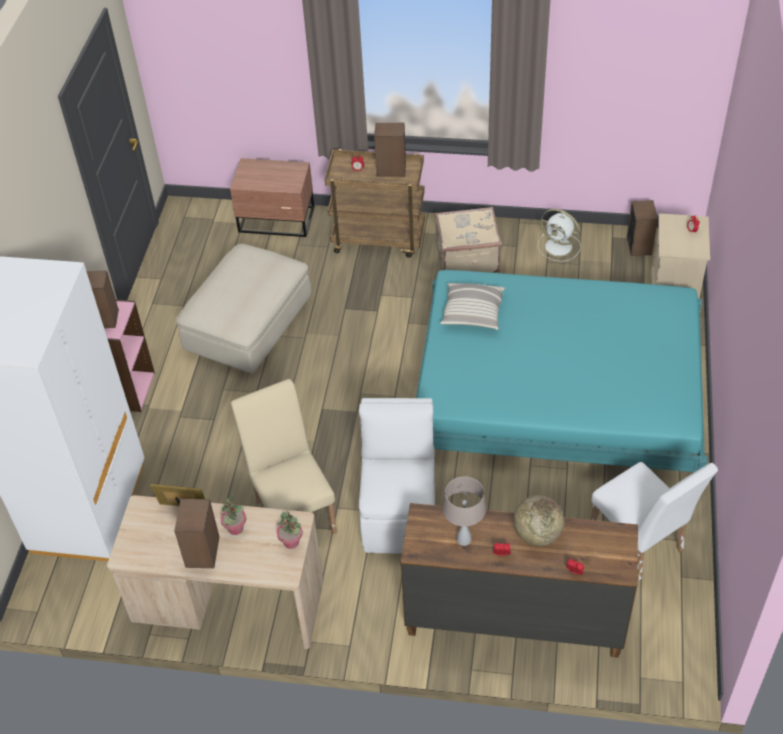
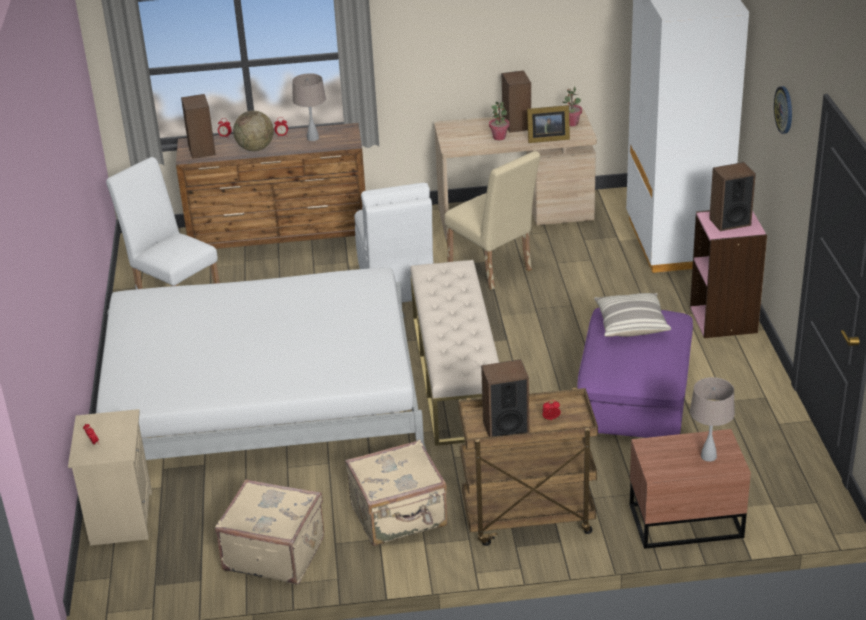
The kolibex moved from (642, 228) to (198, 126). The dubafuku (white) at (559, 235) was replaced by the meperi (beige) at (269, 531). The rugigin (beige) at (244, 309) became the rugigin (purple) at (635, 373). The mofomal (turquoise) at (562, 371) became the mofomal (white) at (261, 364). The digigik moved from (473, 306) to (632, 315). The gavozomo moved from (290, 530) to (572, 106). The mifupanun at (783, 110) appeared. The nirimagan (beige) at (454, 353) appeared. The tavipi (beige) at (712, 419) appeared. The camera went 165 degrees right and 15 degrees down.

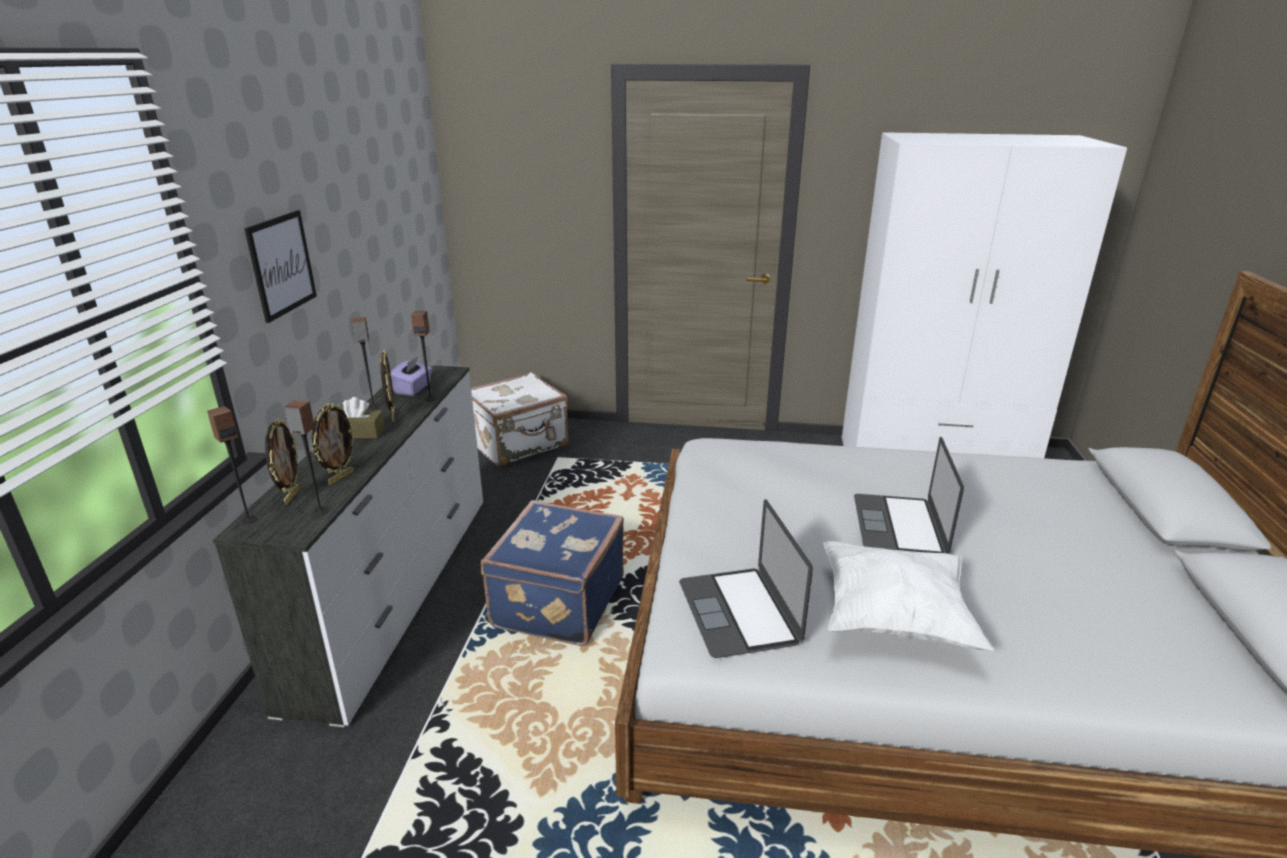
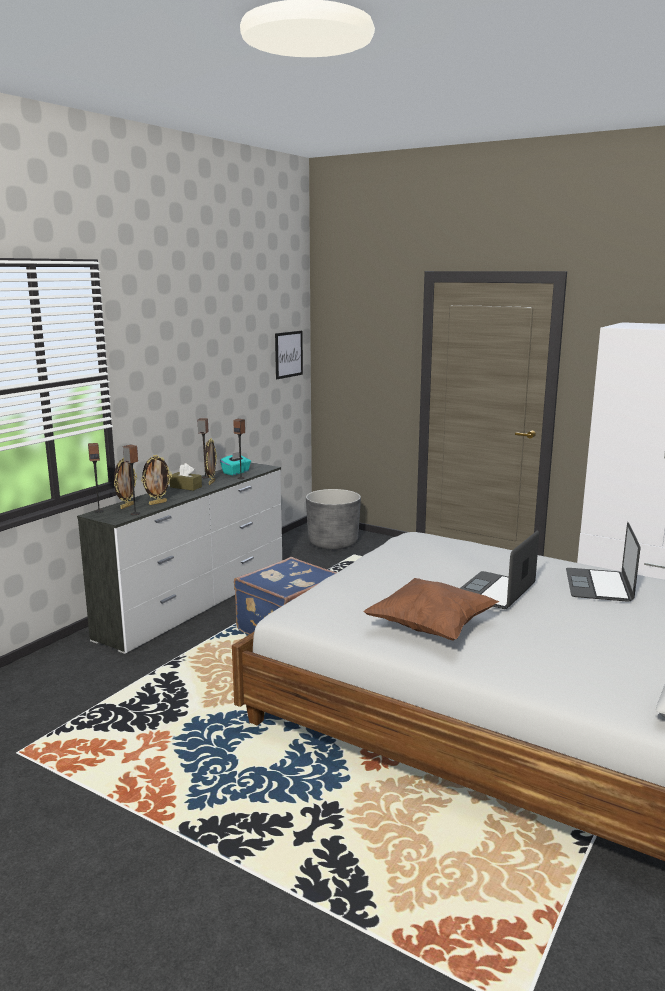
The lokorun moved from (280, 266) to (289, 355). The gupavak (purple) at (411, 376) became the gupavak (turquoise) at (235, 463). The meperi (white) at (520, 419) was replaced by the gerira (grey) at (333, 519). The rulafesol moved from (746, 578) to (603, 562). The digigik (white) at (908, 595) became the digigik (brown) at (431, 609). The camera went 25 degrees right and 10 degrees down.

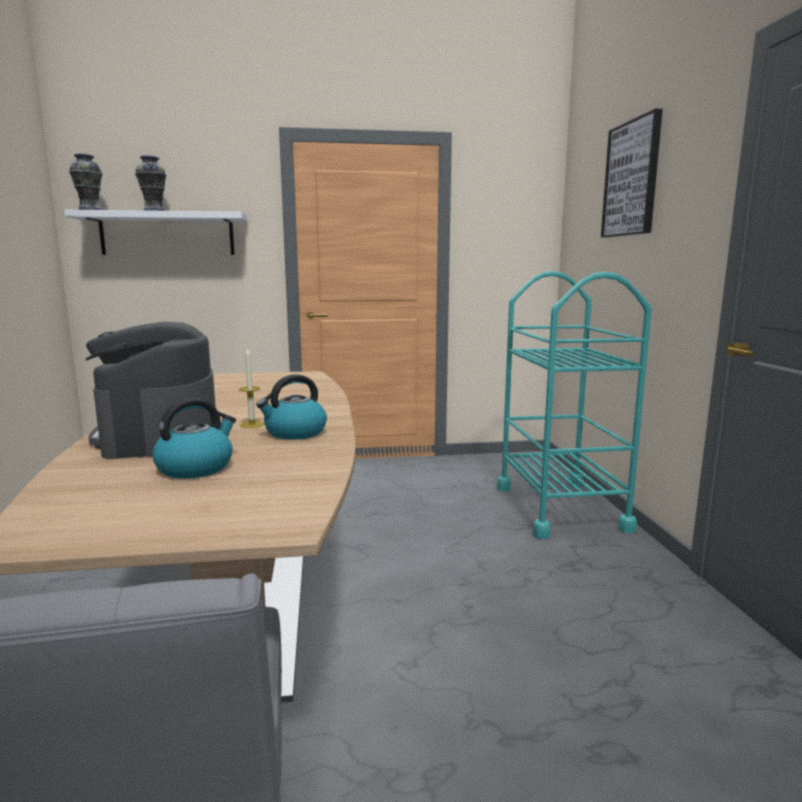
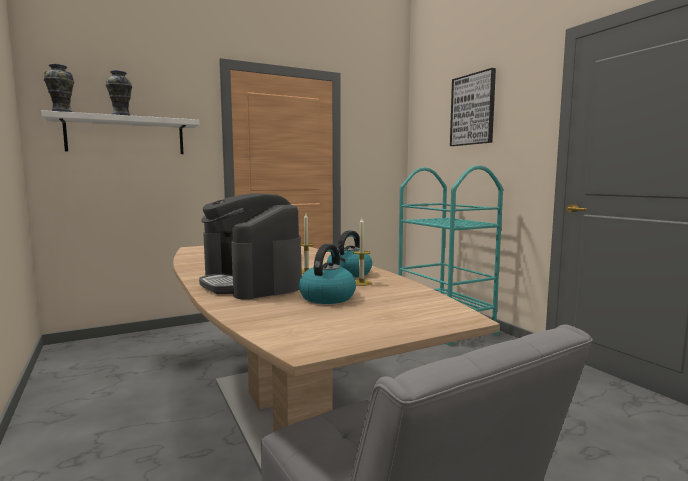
The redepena at (362, 252) appeared. The camera went 20 degrees left and 5 degrees down.

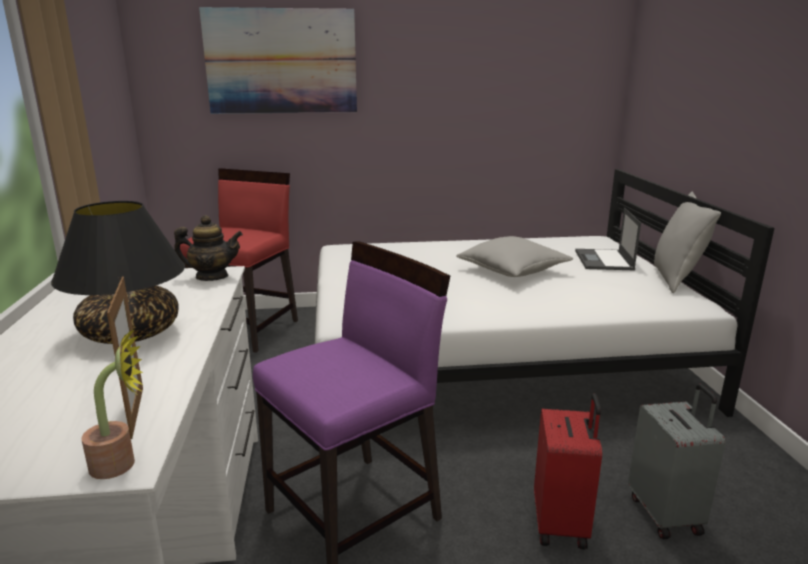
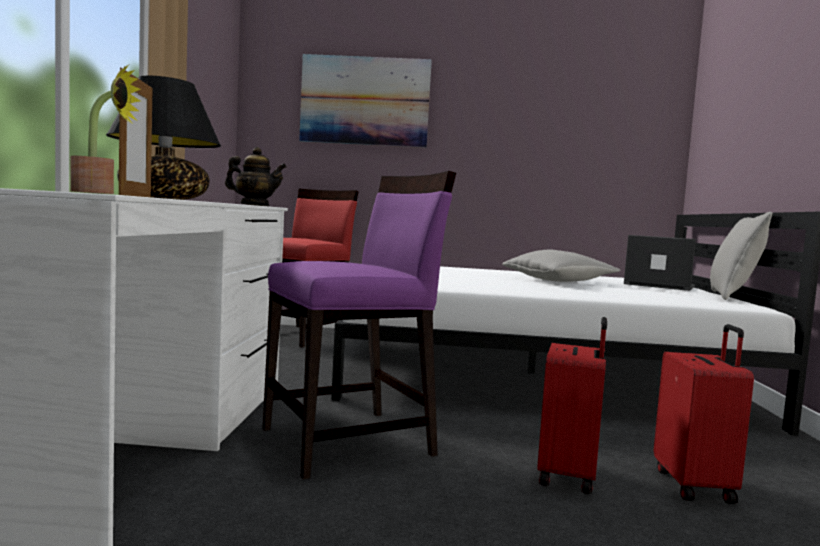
The rulafesol at (608, 239) turned 105 degrees clockwise. The meperi (grey) at (677, 461) became the meperi (red) at (704, 414). The camera went 10 degrees right and 15 degrees down.

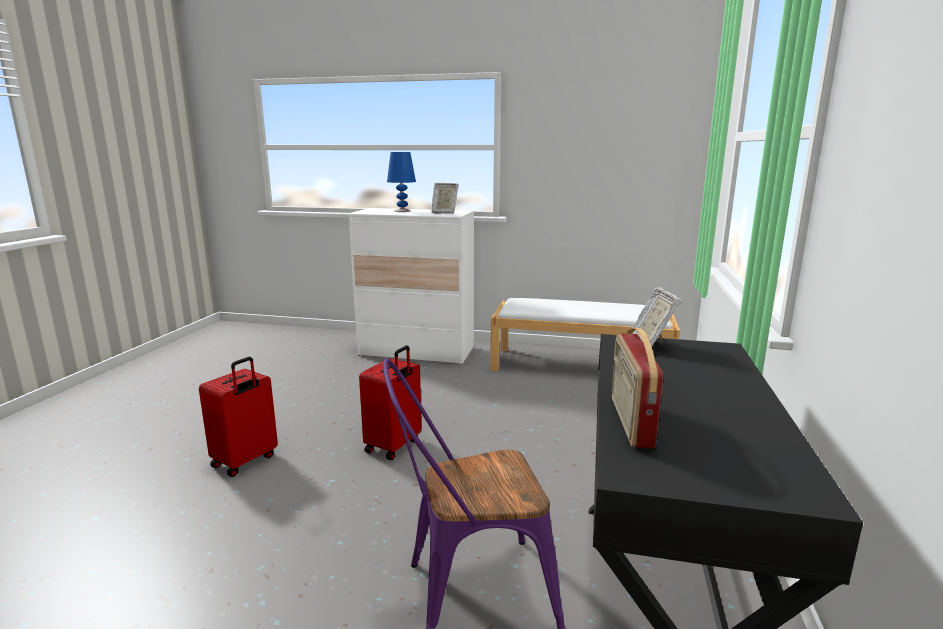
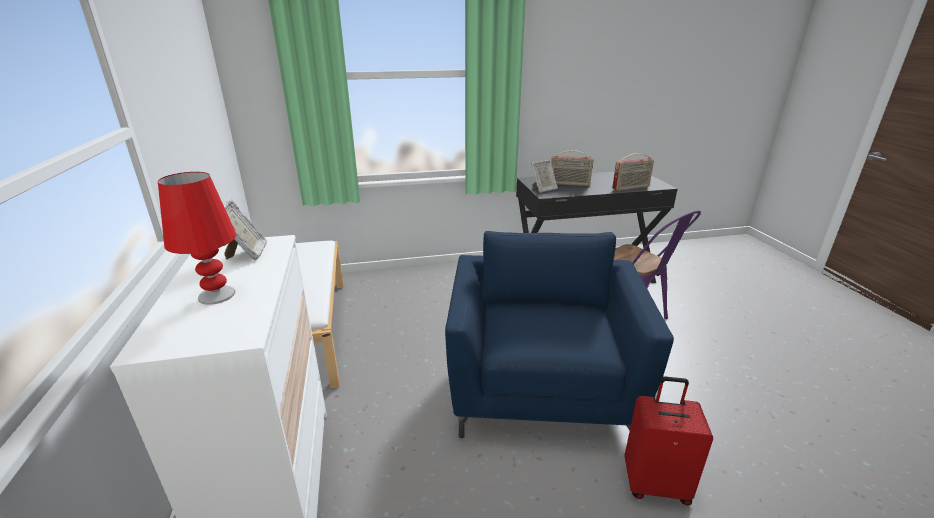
The tavipi (blue) at (401, 182) became the tavipi (red) at (197, 238). The meperi (red) at (390, 403) was replaced by the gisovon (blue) at (559, 334). The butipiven at (572, 168) appeared. The camera went 115 degrees left and 10 degrees up.

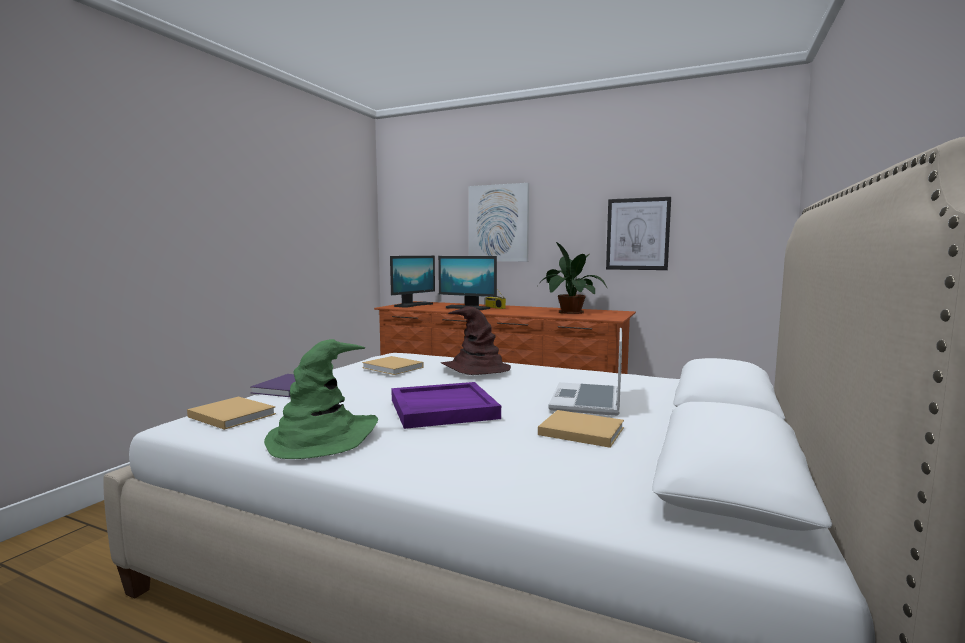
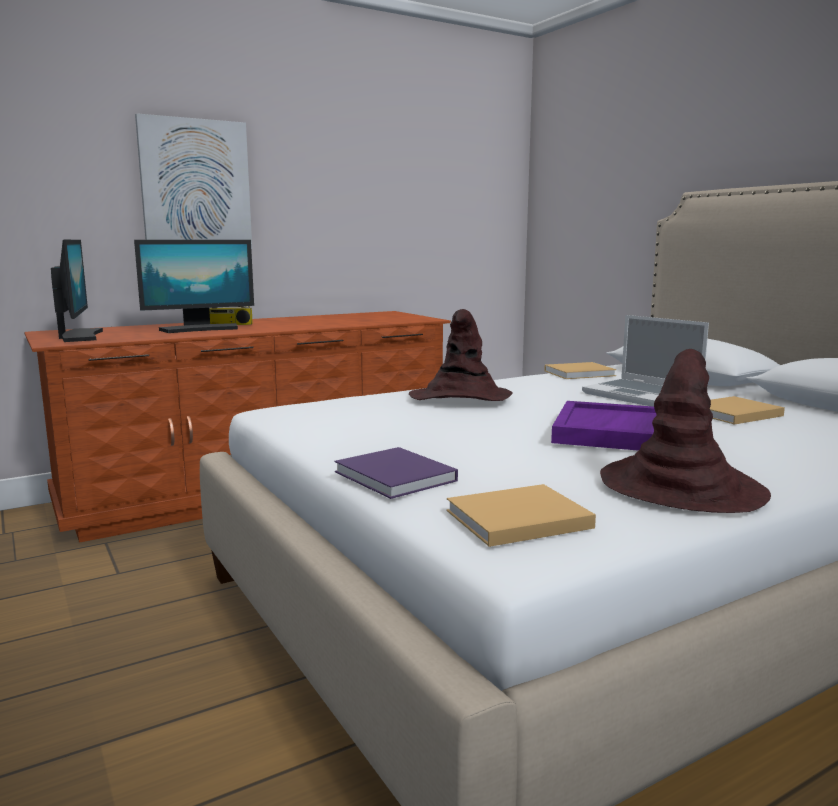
The lokorun at (638, 233) disappeared. The gavozomo at (572, 278) disappeared. The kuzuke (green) at (321, 399) became the kuzuke (brown) at (685, 431). The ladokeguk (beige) moved from (393, 365) to (580, 370). The camera went 55 degrees left and 5 degrees up.

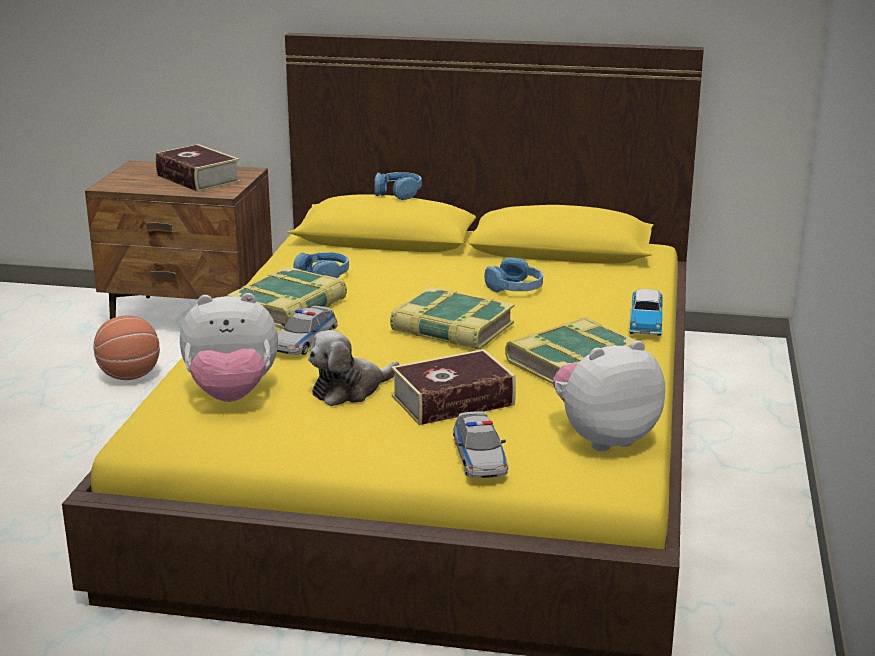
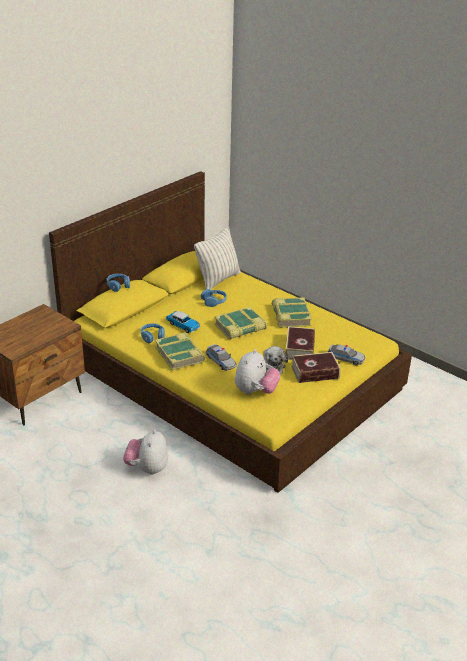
The ladokeguk moved from (198, 168) to (316, 367). The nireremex moved from (646, 312) to (183, 322). The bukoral at (126, 347) disappeared. The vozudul moved from (609, 395) to (145, 452). The digigik at (217, 258) appeared. The camera went 60 degrees left and 10 degrees up.

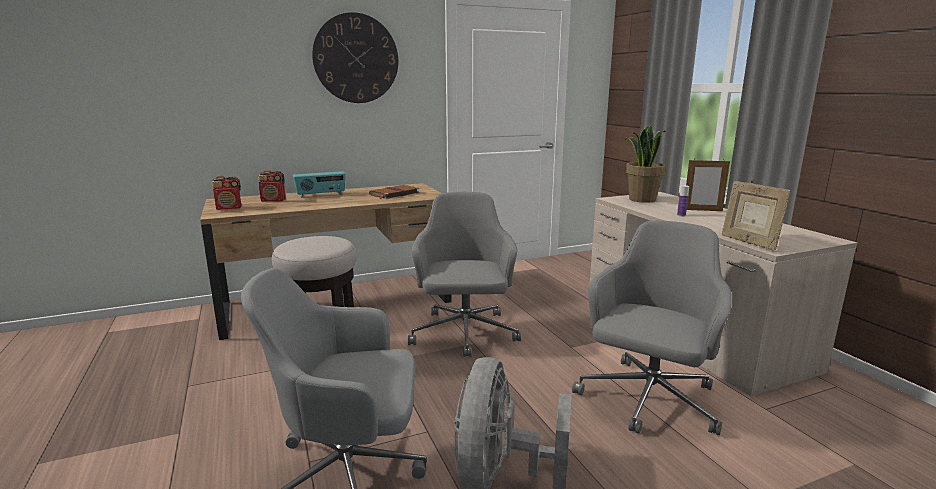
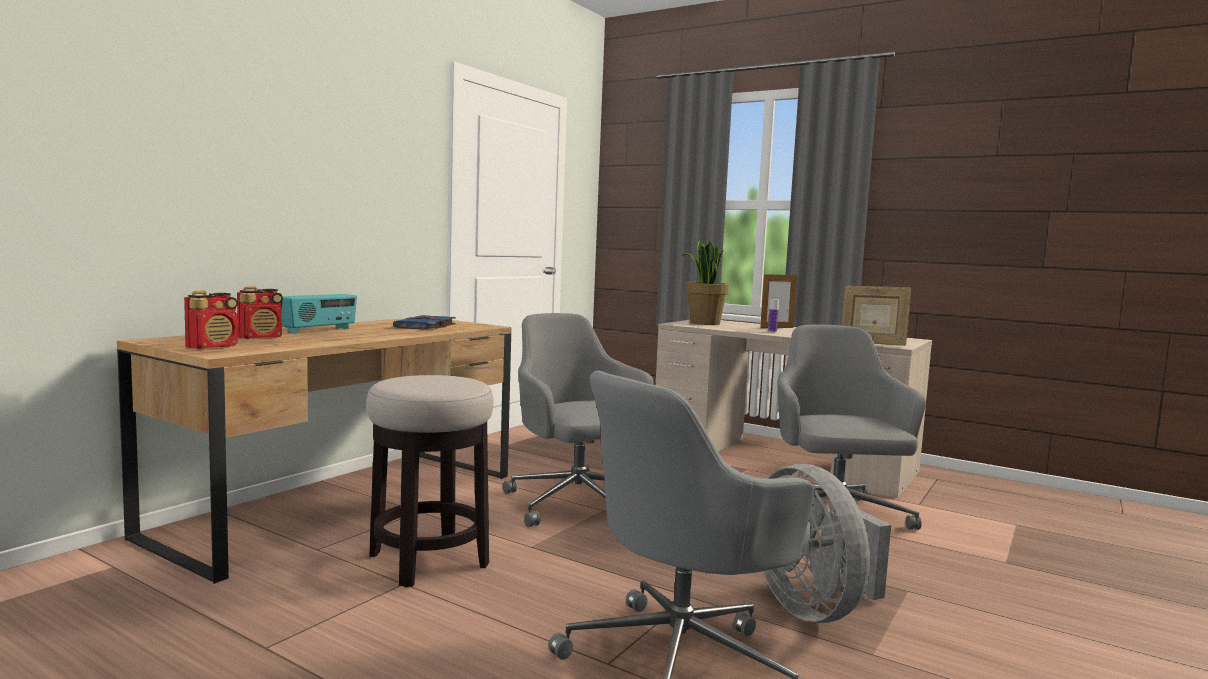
The mifupanun at (355, 57) disappeared. The ladokeguk (brown) at (394, 192) became the ladokeguk (blue) at (424, 322). The camera went 35 degrees left and 10 degrees down.

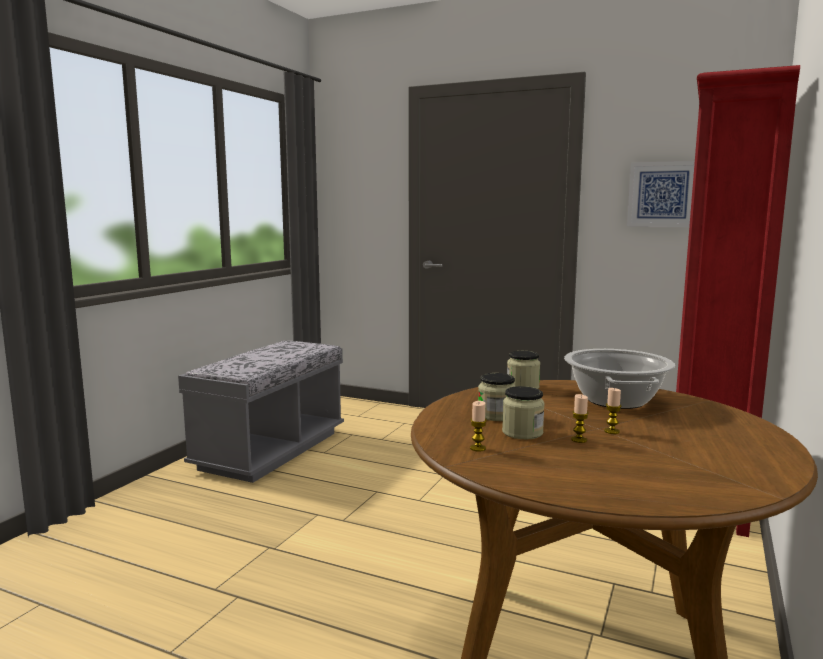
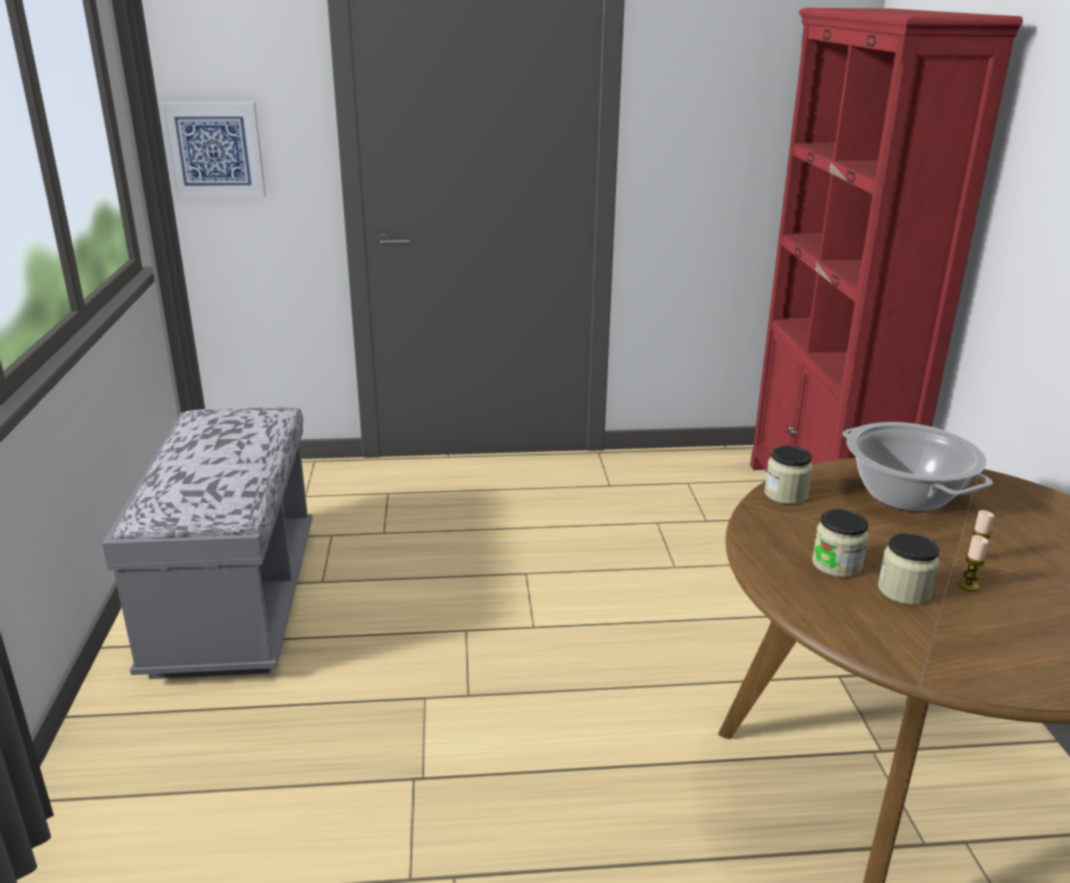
The lokorun moved from (661, 194) to (212, 150). The redepena at (478, 426) disappeared. The camera went 30 degrees left and 15 degrees up.

